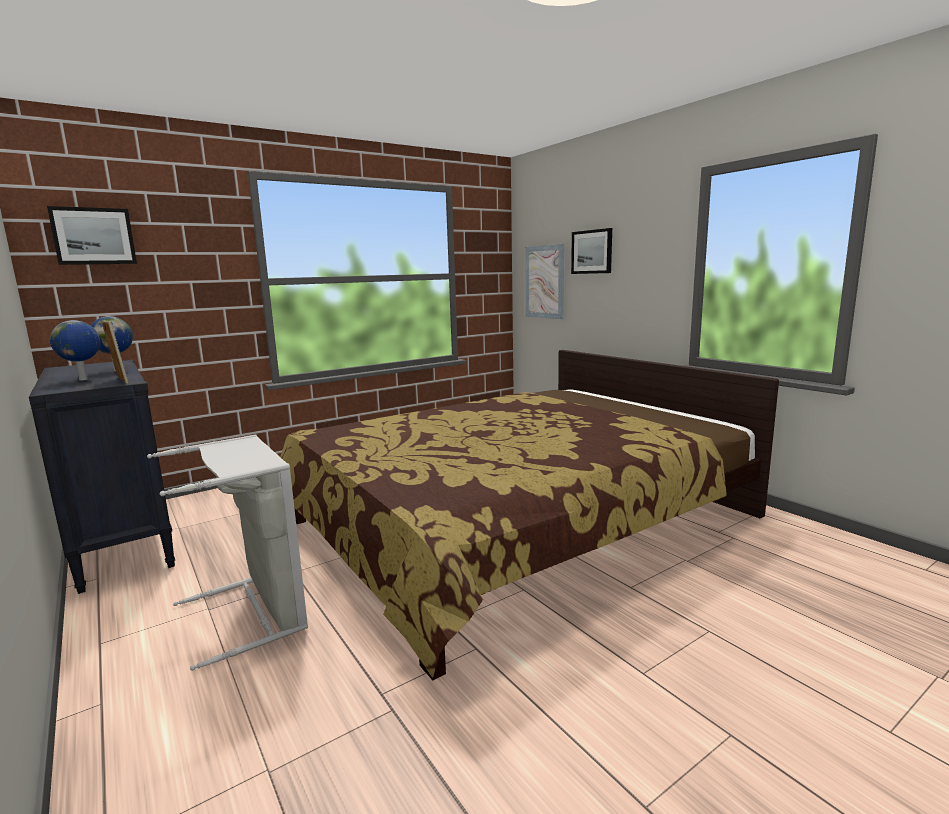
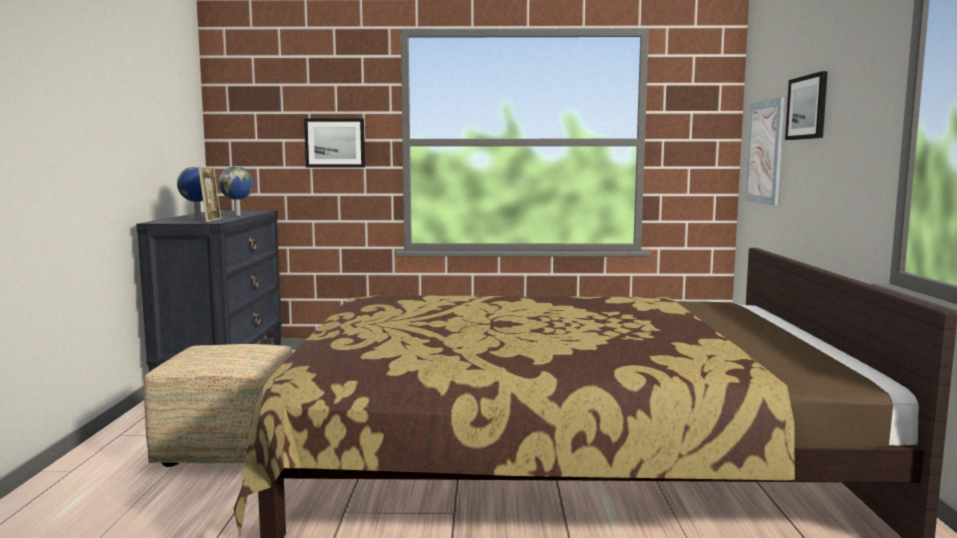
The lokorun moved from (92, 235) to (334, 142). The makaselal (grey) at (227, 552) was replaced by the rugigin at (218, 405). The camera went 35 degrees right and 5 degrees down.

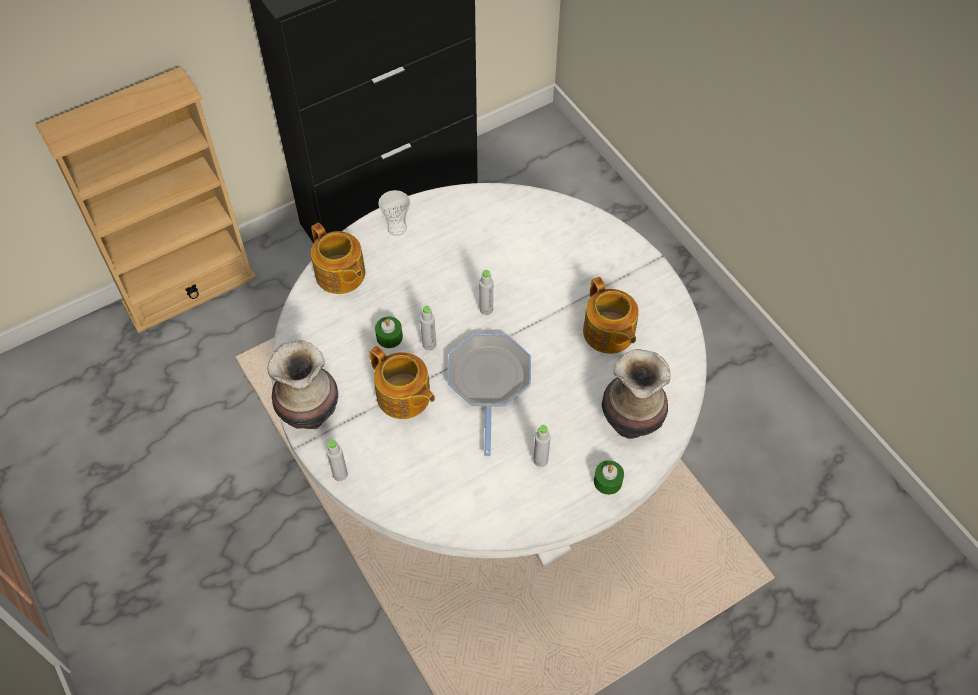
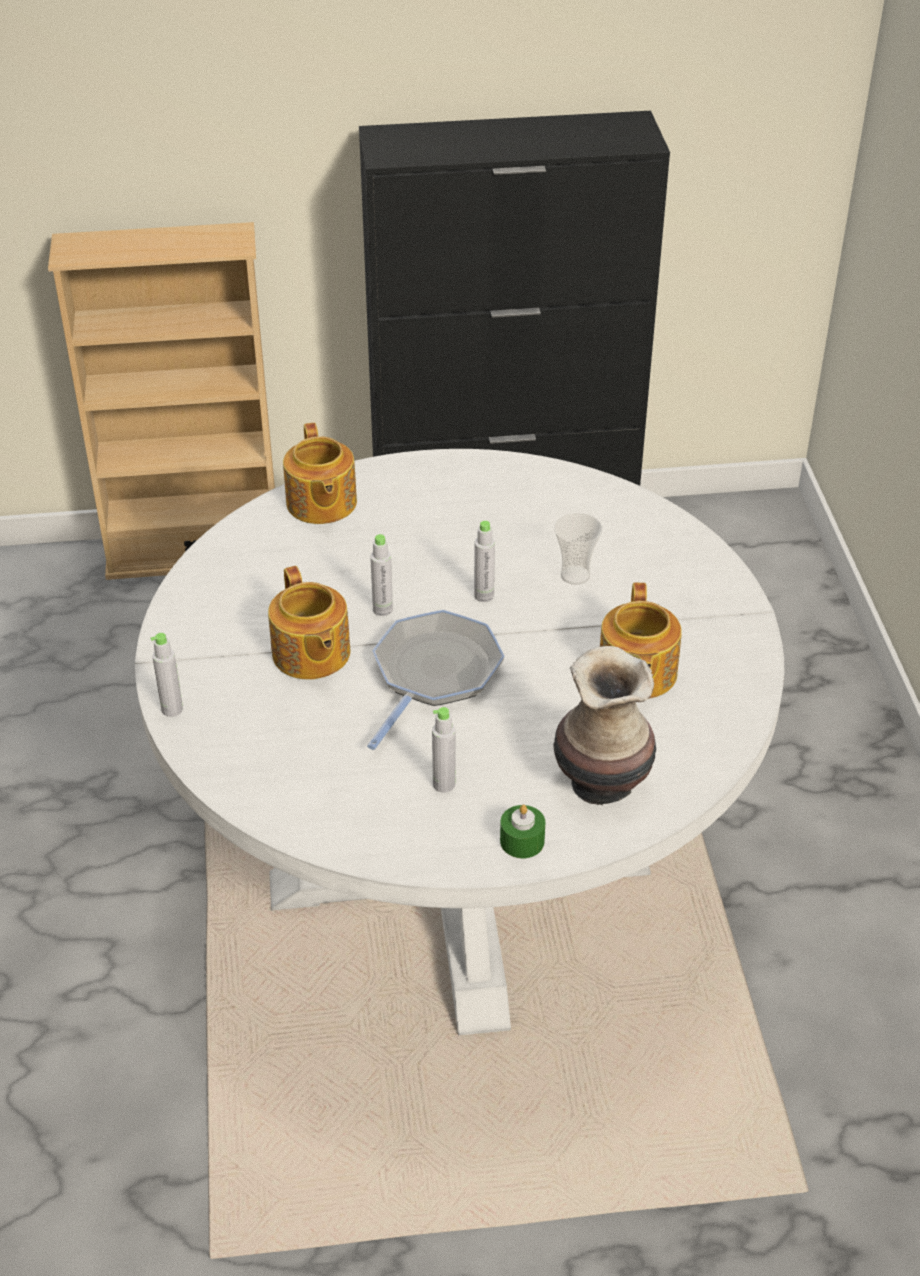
The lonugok moved from (394, 213) to (578, 549). The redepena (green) at (389, 332) disappeared. The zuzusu at (302, 384) disappeared. The camera went 25 degrees right and 15 degrees down.

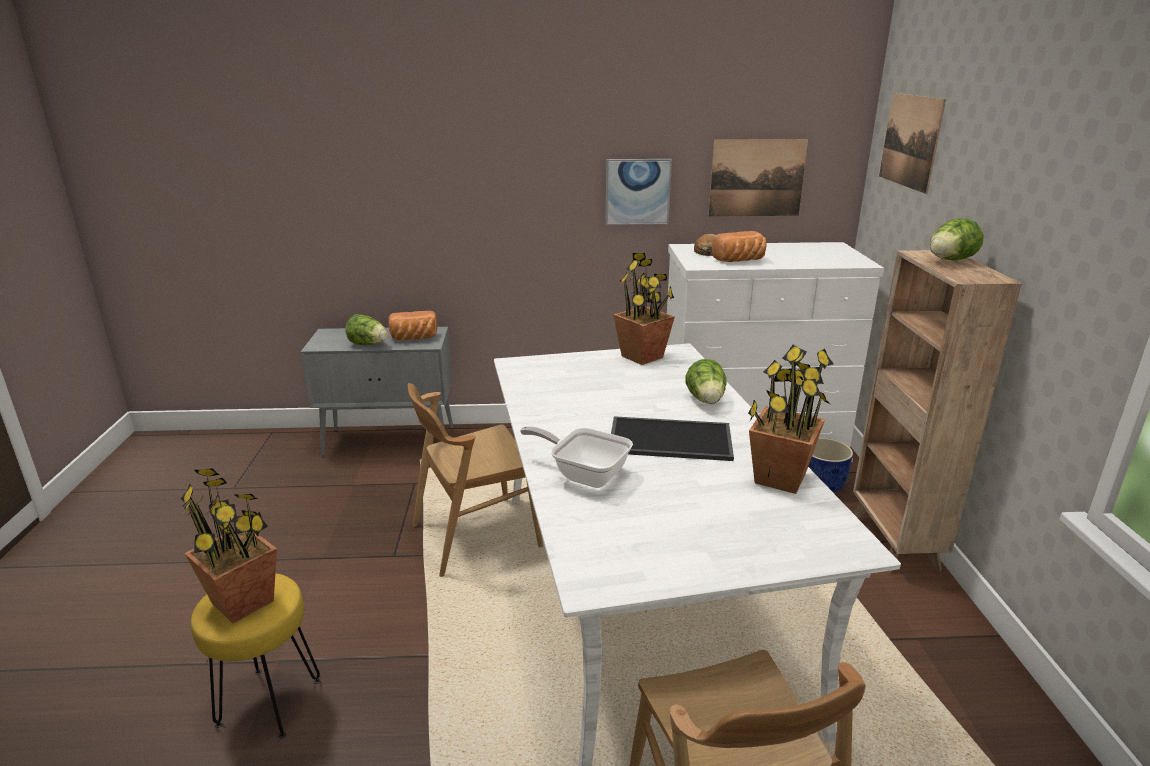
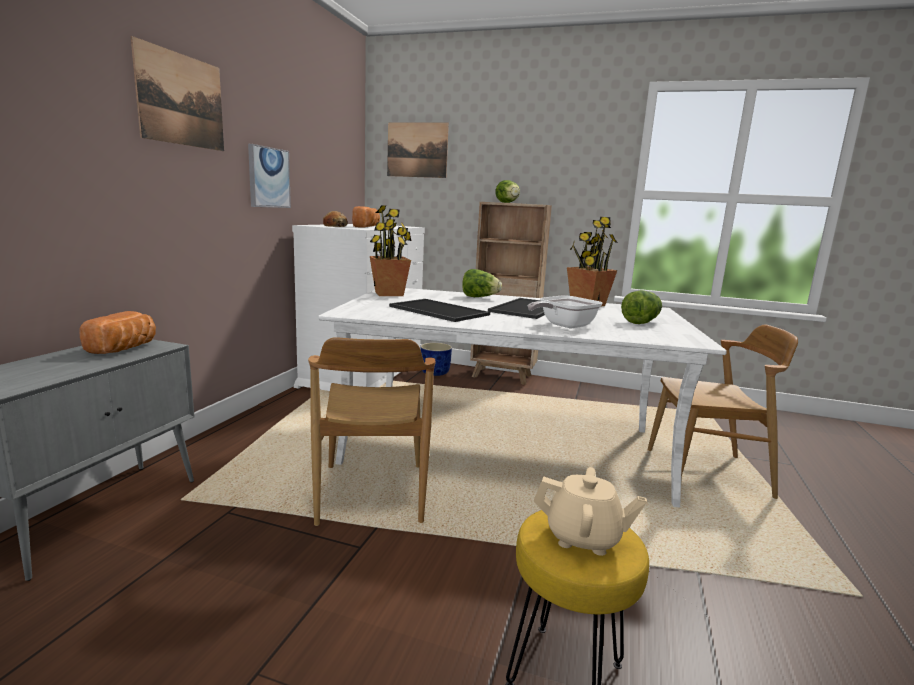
The lokorun moved from (758, 178) to (177, 93). The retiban moved from (366, 329) to (641, 307). The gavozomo at (229, 545) was replaced by the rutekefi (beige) at (590, 511). The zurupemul at (439, 310) appeared. The camera went 70 degrees left and 10 degrees down.

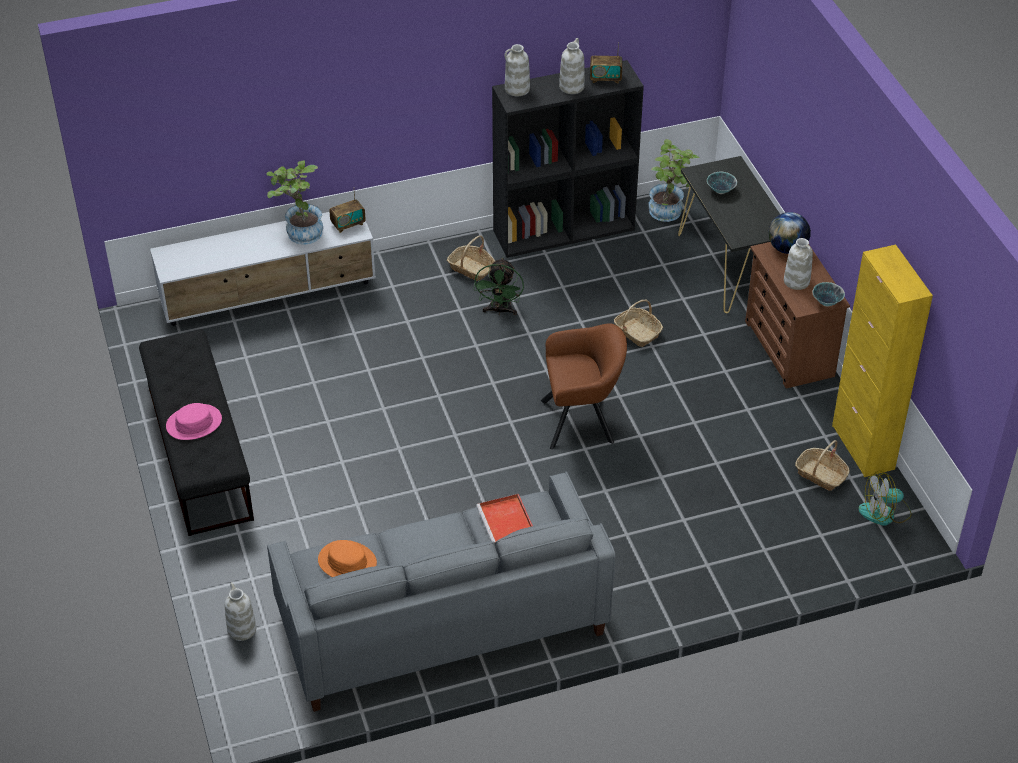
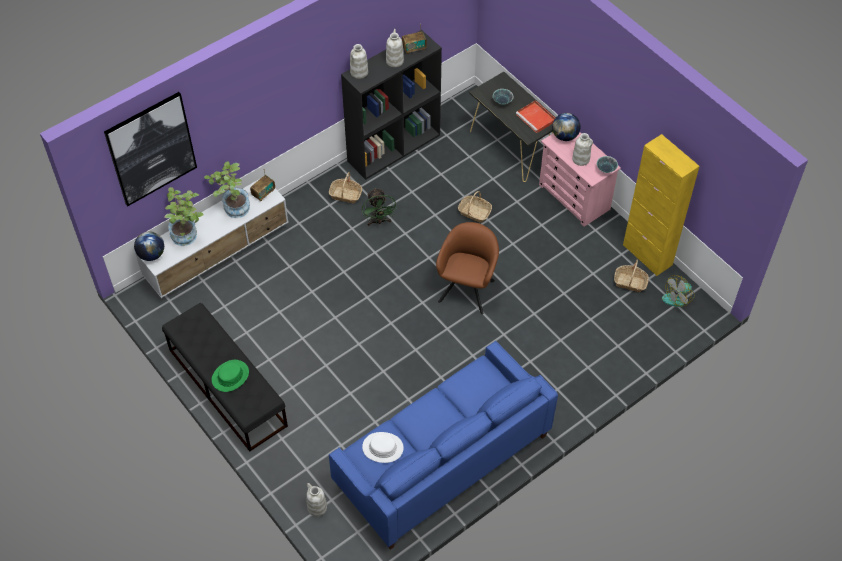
The gavozomo moved from (674, 180) to (184, 216). The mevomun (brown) at (797, 315) became the mevomun (pink) at (580, 179). The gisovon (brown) at (584, 386) turned 45 degrees counterclockwise. The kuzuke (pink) at (194, 421) became the kuzuke (green) at (230, 376). The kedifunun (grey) at (441, 592) became the kedifunun (blue) at (443, 445). The zurupemul (red) moved from (504, 518) to (535, 116). The kuzuke (orange) at (347, 558) became the kuzuke (white) at (383, 447). The lokorun at (150, 149) appeared. The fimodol at (149, 246) appeared. The camera went 20 degrees left and 10 degrees up.

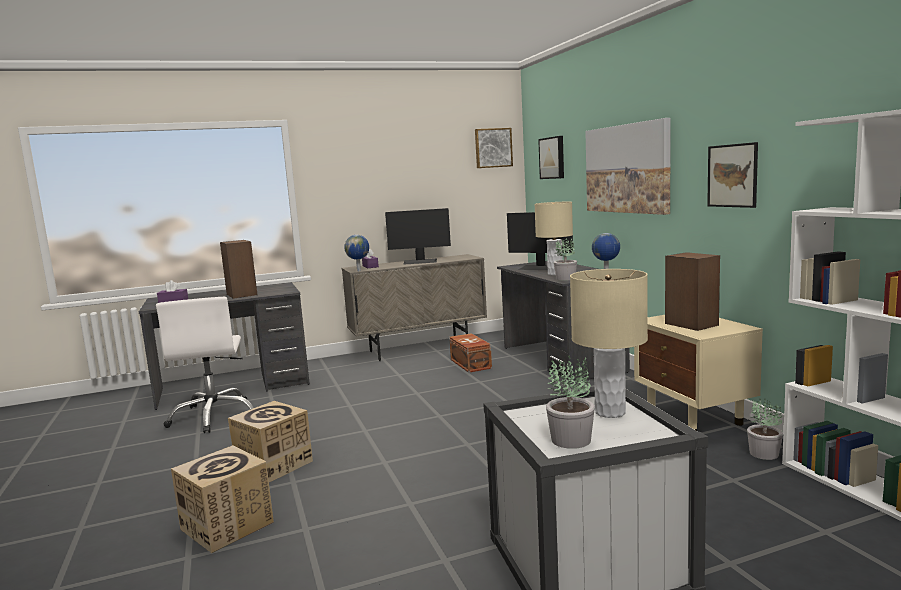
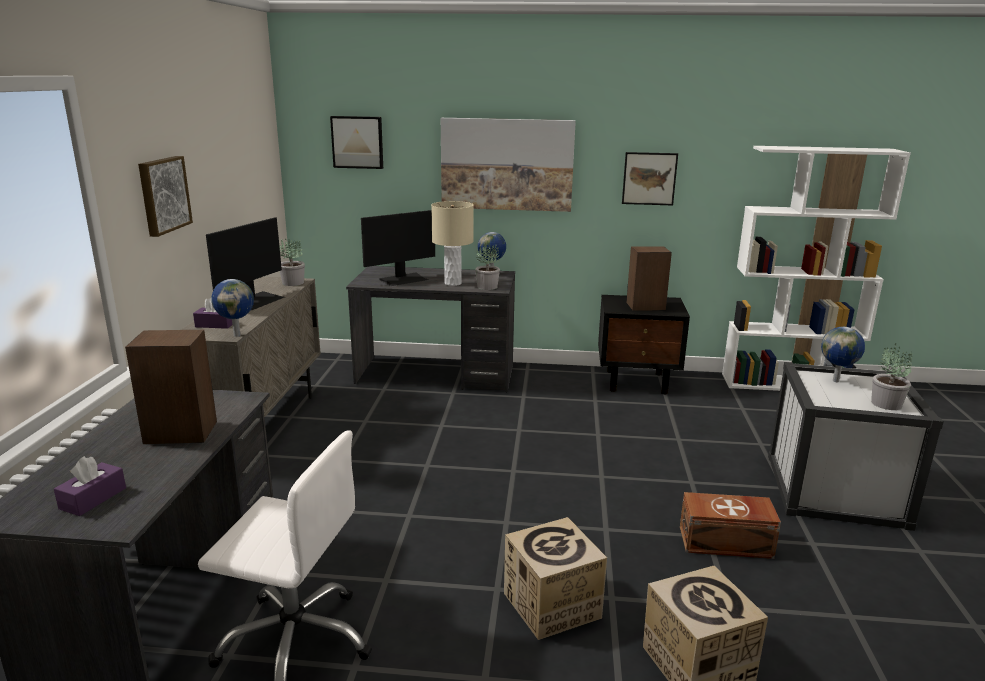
The lokorun moved from (494, 148) to (165, 196). The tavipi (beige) at (609, 343) was replaced by the fimodol at (843, 354). The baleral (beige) at (698, 373) became the baleral (black) at (644, 344). The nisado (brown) moved from (470, 353) to (730, 525). The gavozomo moved from (765, 429) to (292, 262). The camera went 65 degrees left and 10 degrees up.

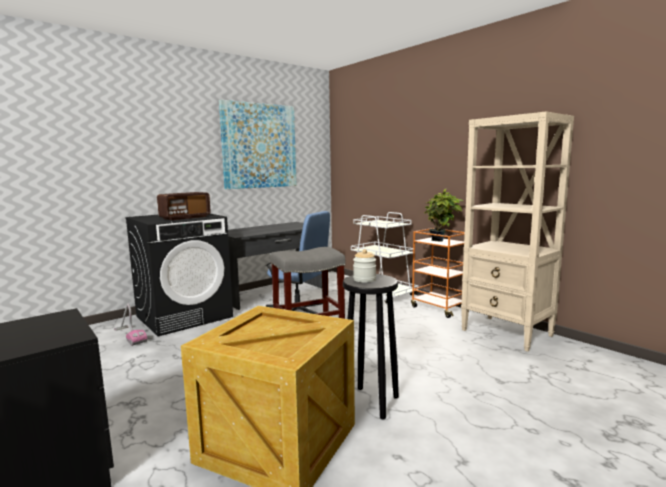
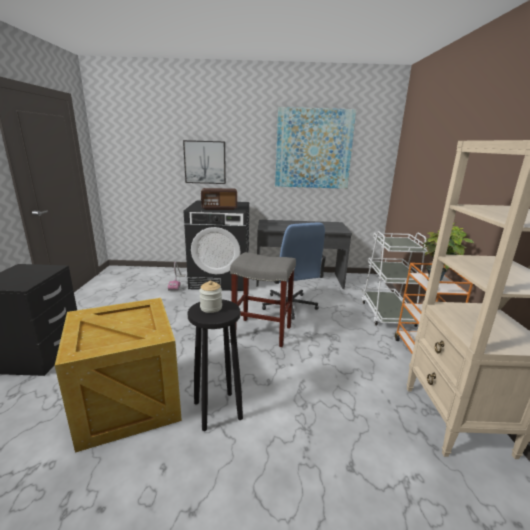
The lokorun at (204, 162) appeared. The camera went 40 degrees right and 10 degrees up.

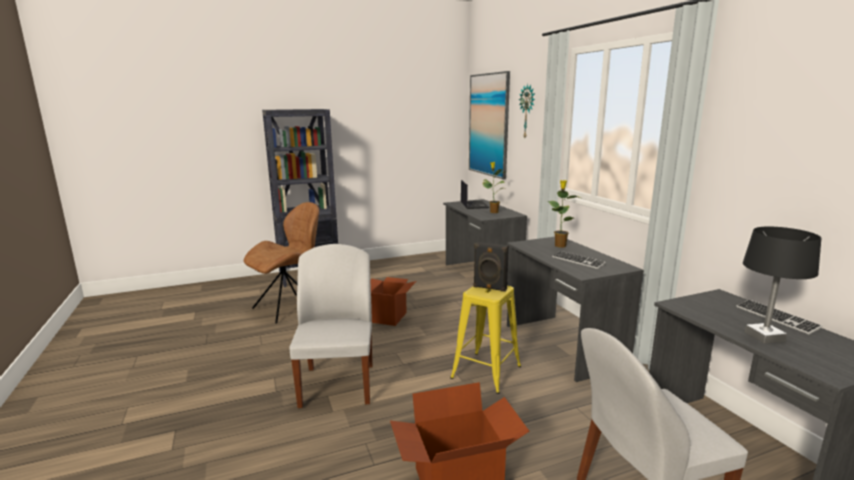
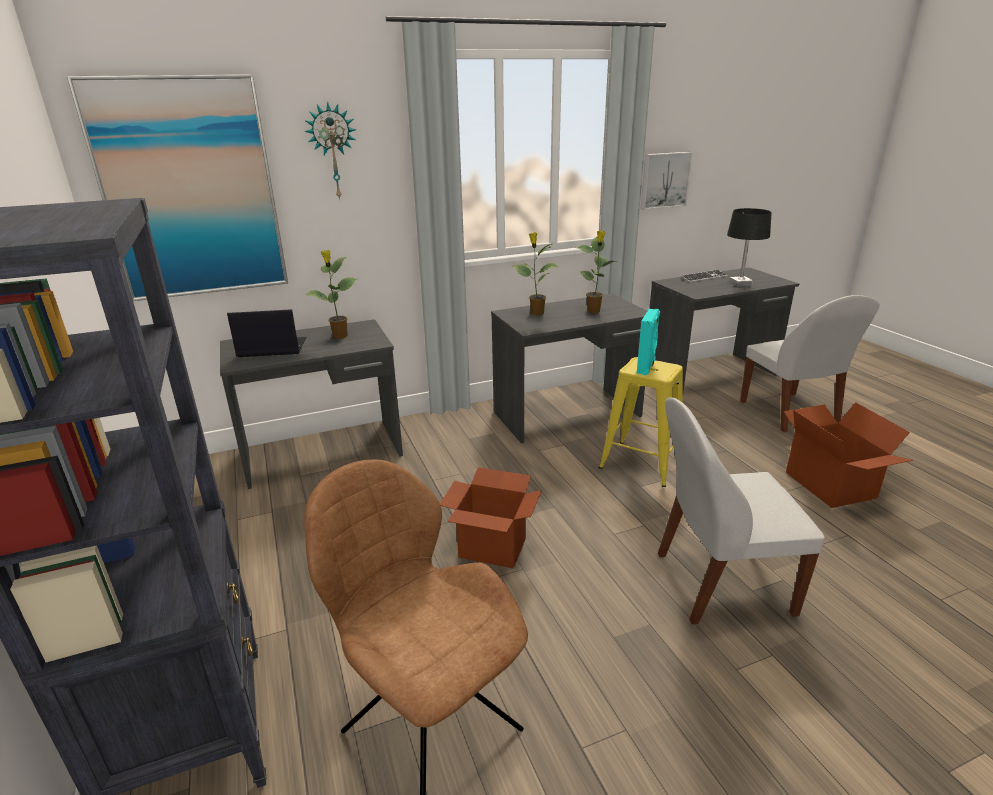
The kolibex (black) at (491, 267) became the kolibex (turquoise) at (648, 342). The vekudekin at (579, 260) was replaced by the gavozomo at (596, 272). The lokorun at (667, 181) appeared. The camera went 90 degrees left and 10 degrees up.

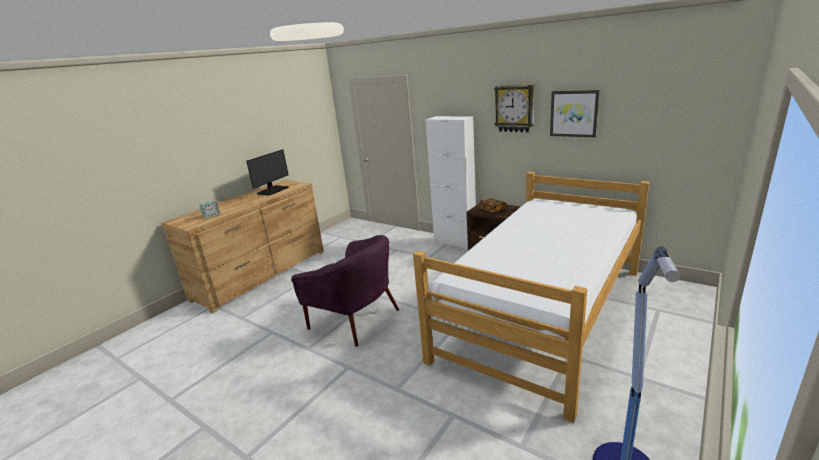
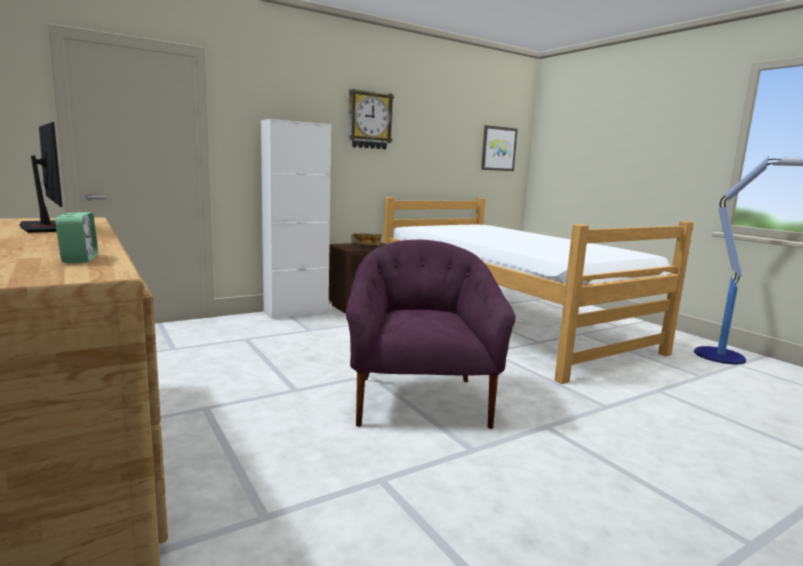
The lokorun moved from (575, 113) to (499, 148). The gisovon (purple) at (345, 291) turned 60 degrees counterclockwise. The camera went 70 degrees left and 10 degrees down.

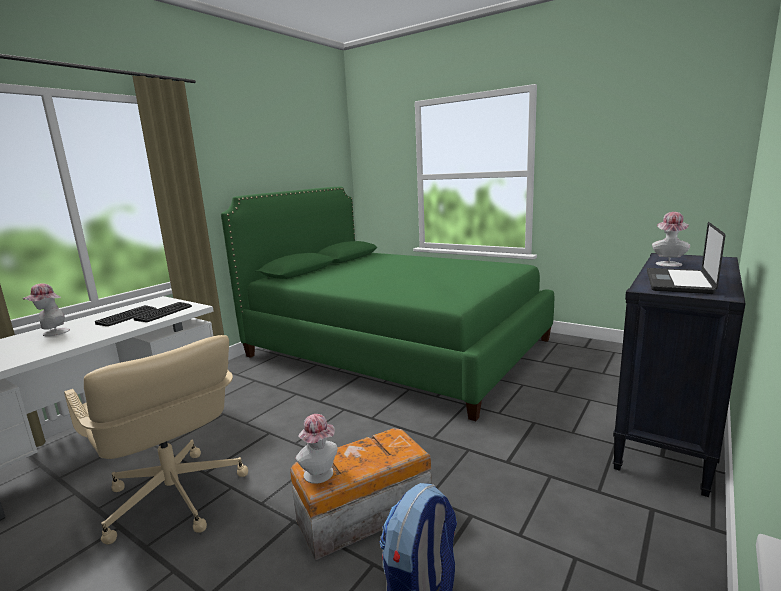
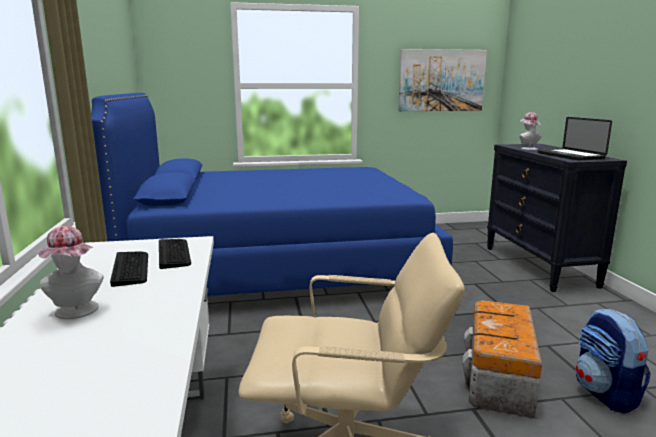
The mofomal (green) at (387, 304) became the mofomal (blue) at (272, 194). The kuzuke at (316, 449) disappeared. The lokorun at (442, 80) appeared. The camera went 45 degrees left and 0 degrees up.

